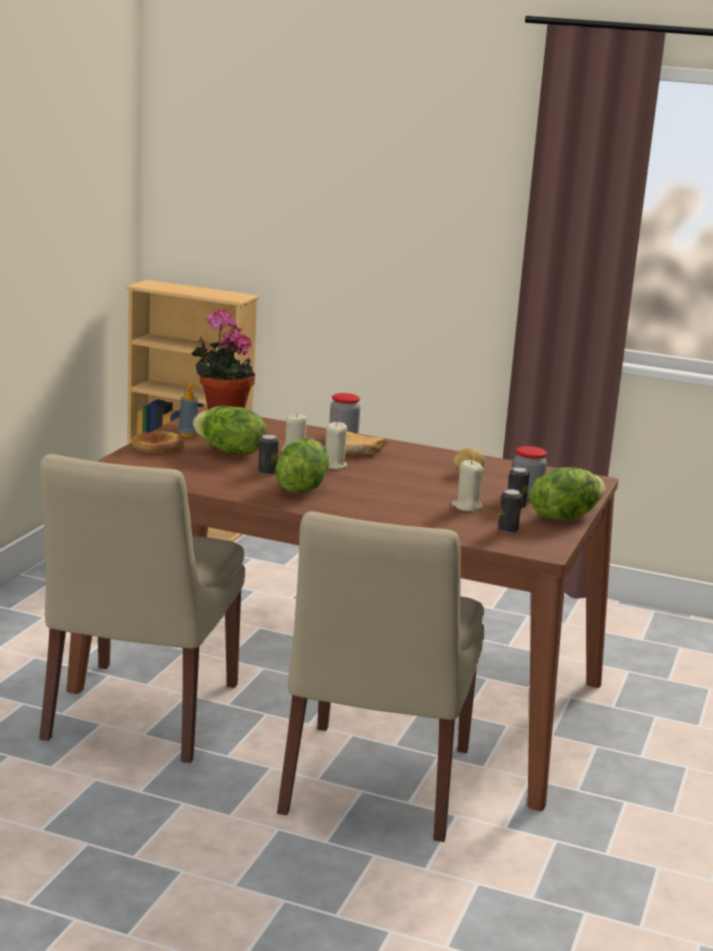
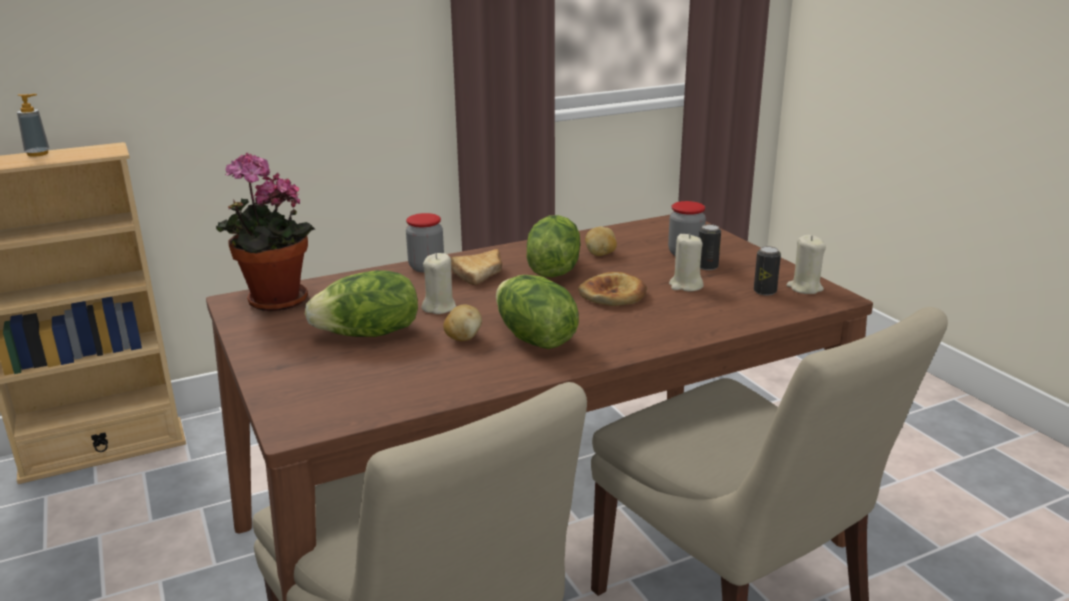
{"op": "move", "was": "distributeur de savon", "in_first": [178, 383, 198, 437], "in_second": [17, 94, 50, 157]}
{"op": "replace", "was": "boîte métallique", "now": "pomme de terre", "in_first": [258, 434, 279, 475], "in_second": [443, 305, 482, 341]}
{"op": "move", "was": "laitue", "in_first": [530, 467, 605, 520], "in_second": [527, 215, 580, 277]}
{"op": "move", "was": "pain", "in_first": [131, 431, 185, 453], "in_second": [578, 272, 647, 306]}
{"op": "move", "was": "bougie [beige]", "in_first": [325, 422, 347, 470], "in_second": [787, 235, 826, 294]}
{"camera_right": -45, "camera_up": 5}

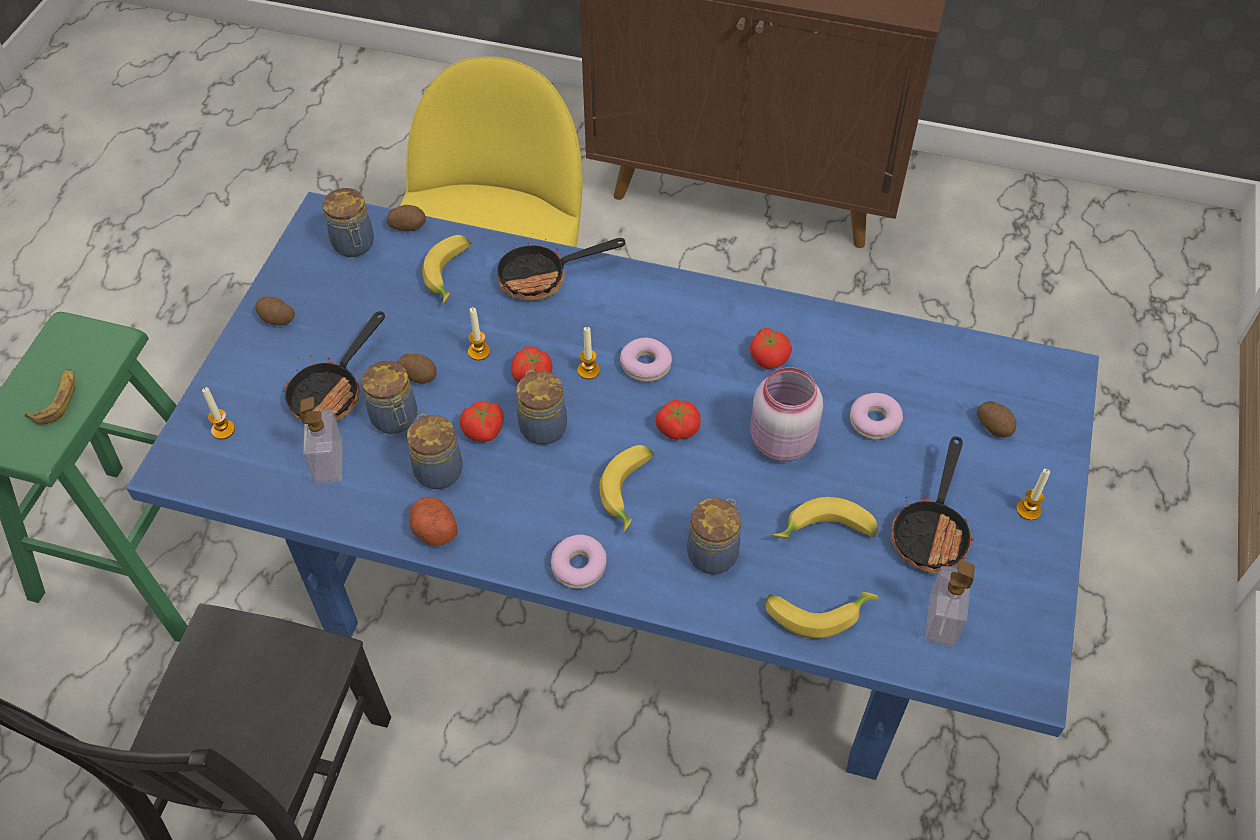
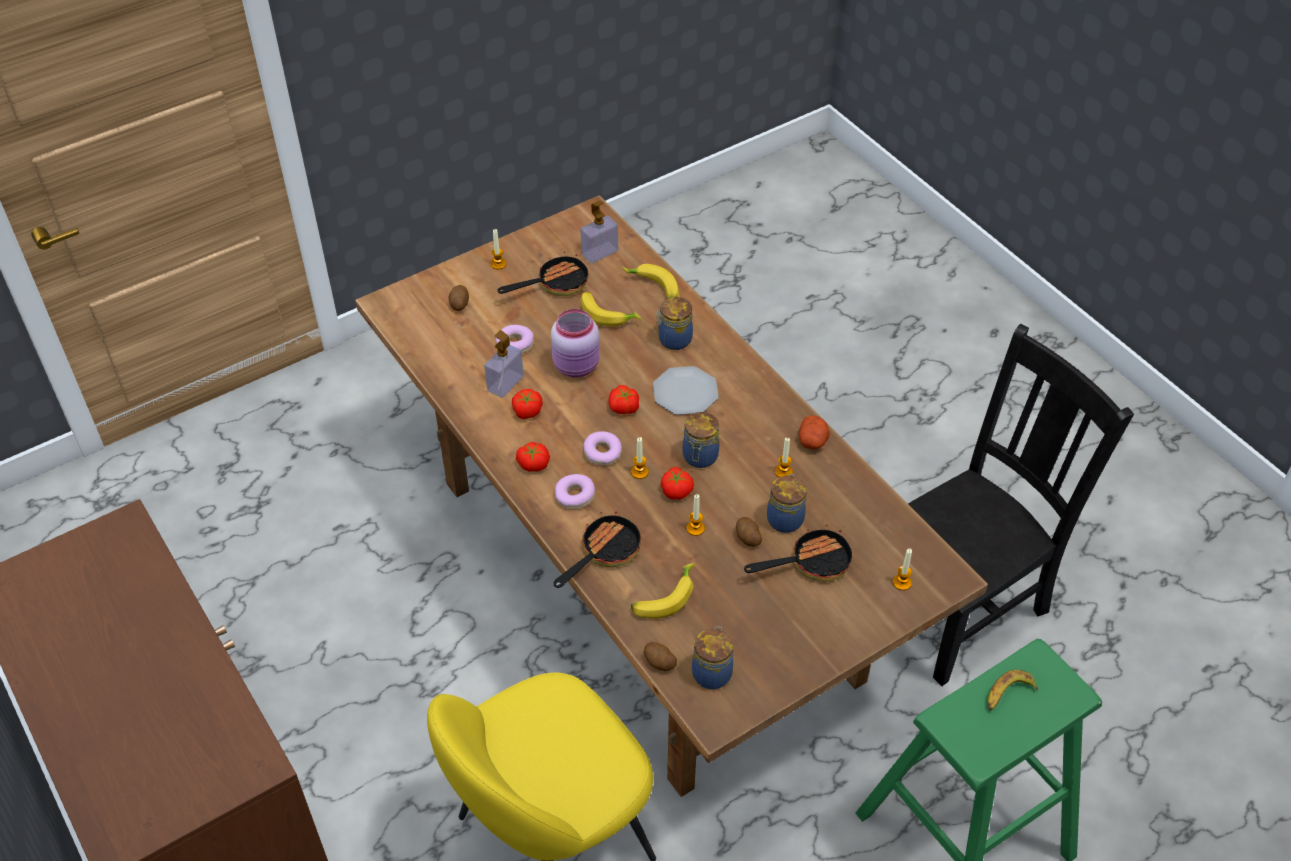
{"op": "recolor", "was": "table à manger [bleu]", "now": "table à manger [marron]", "in_first": [126, 192, 1099, 780], "in_second": [355, 195, 988, 797]}
{"op": "move", "was": "distributeur de savon", "in_first": [300, 397, 343, 484], "in_second": [484, 330, 524, 398]}
{"op": "move", "was": "tomate", "in_first": [459, 401, 504, 442], "in_second": [516, 442, 550, 472]}
{"op": "rotate", "was": "poêle", "in_first": [497, 238, 626, 301], "in_second": [554, 511, 642, 588], "clockwise": -75}
{"op": "move", "was": "beignet", "in_first": [551, 535, 607, 589], "in_second": [555, 474, 595, 509]}
{"op": "replace", "was": "banane", "now": "assiette", "in_first": [599, 445, 654, 533], "in_second": [653, 366, 719, 415]}
{"op": "replace", "was": "bocal", "now": "bougie", "in_first": [407, 414, 463, 489], "in_second": [775, 438, 793, 477]}
{"op": "delete", "was": "pomme de terre", "in_first": [255, 296, 295, 325]}
{"camera_right": -140, "camera_up": -5}

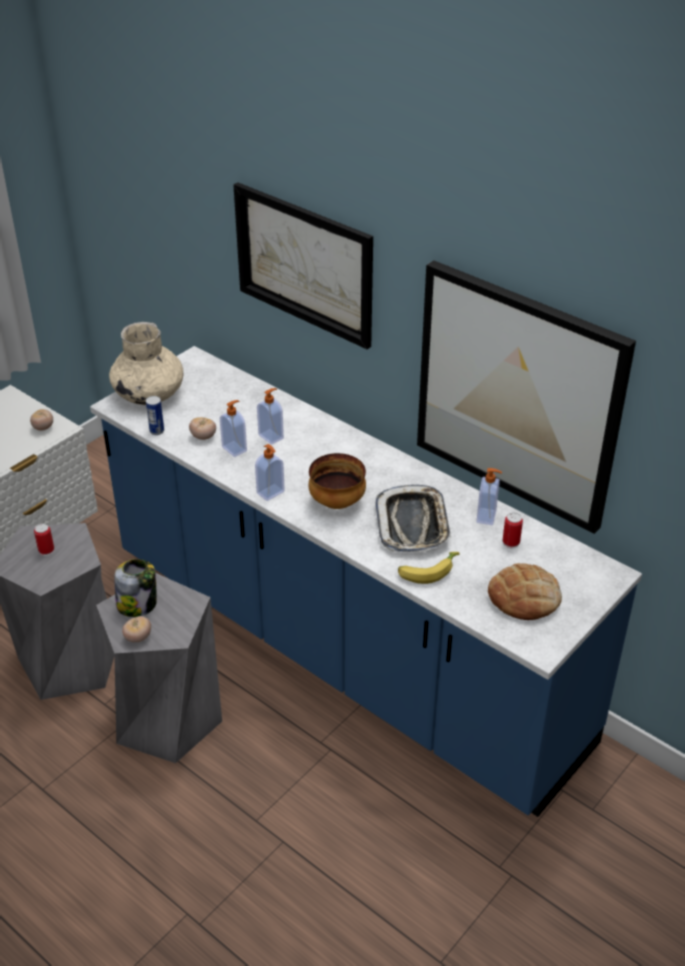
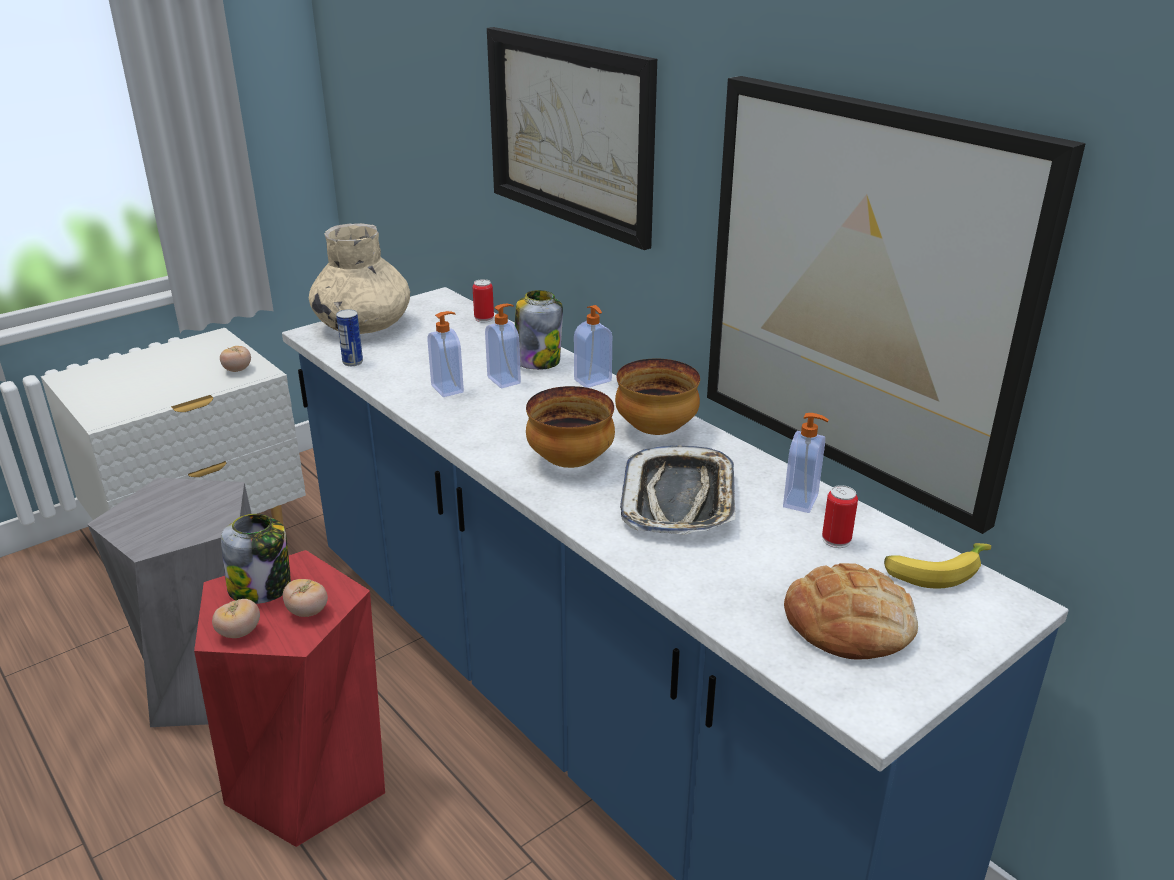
{"op": "recolor", "was": "tabouret [gris]", "now": "tabouret [rouge]", "in_first": [96, 573, 222, 763], "in_second": [194, 550, 385, 847]}
{"op": "move", "was": "tomate", "in_first": [189, 417, 216, 440], "in_second": [283, 579, 328, 617]}
{"op": "move", "was": "boîte métallique", "in_first": [34, 523, 54, 556], "in_second": [473, 279, 494, 322]}
{"op": "insert", "now": "bocal", "in_second": [515, 290, 563, 370]}
{"op": "move", "was": "distributeur de savon", "in_first": [255, 444, 285, 501], "in_second": [574, 305, 612, 388]}
{"op": "insert", "now": "bol", "in_second": [615, 359, 700, 435]}
{"op": "move", "was": "banane", "in_first": [398, 552, 460, 584], "in_second": [884, 543, 991, 588]}
{"camera_right": 10, "camera_up": -10}

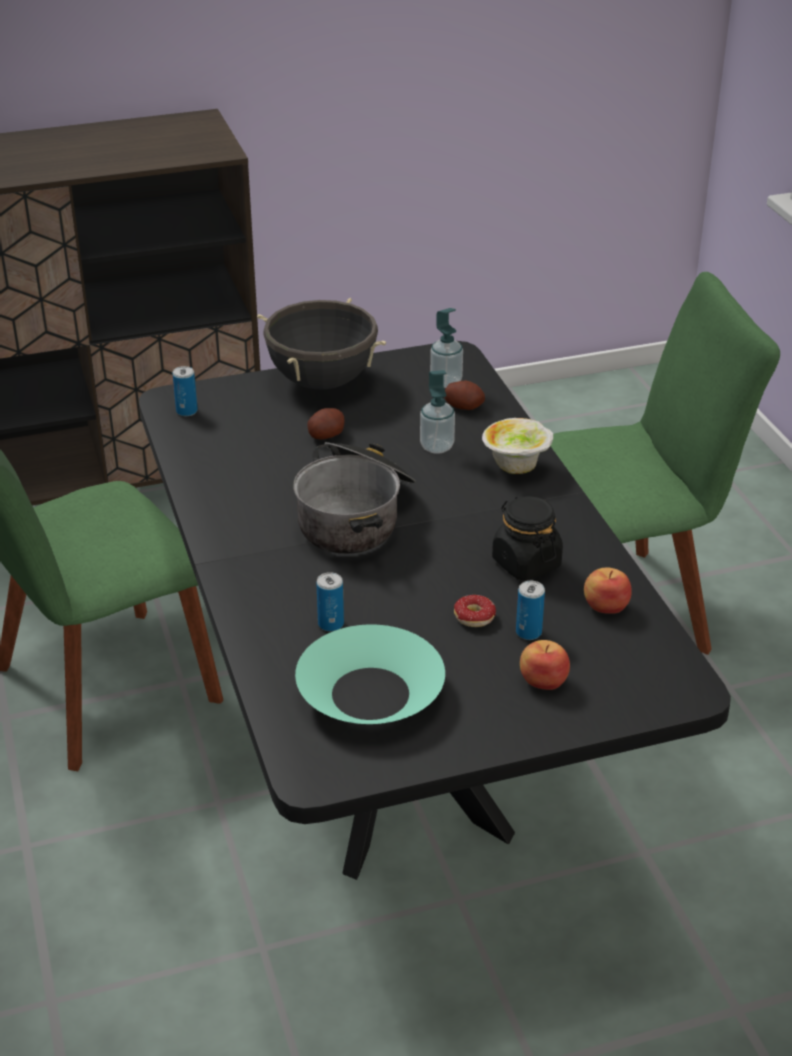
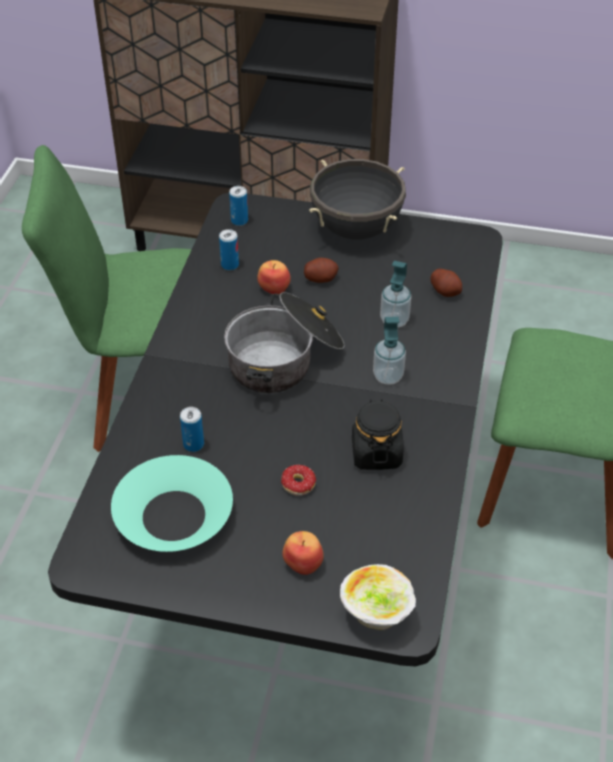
{"op": "move", "was": "boîte métallique", "in_first": [516, 581, 545, 640], "in_second": [219, 229, 239, 271]}
{"op": "move", "was": "pomme", "in_first": [584, 567, 632, 614], "in_second": [257, 260, 291, 294]}
{"op": "move", "was": "bol", "in_first": [482, 418, 553, 474], "in_second": [340, 564, 416, 630]}
{"op": "move", "was": "distributeur de savon", "in_first": [430, 308, 463, 388], "in_second": [373, 317, 406, 385]}
{"camera_right": 30, "camera_up": 10}

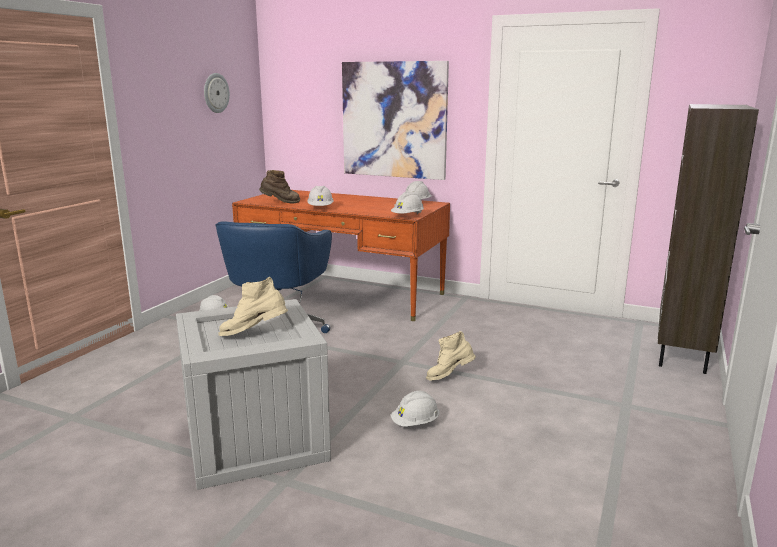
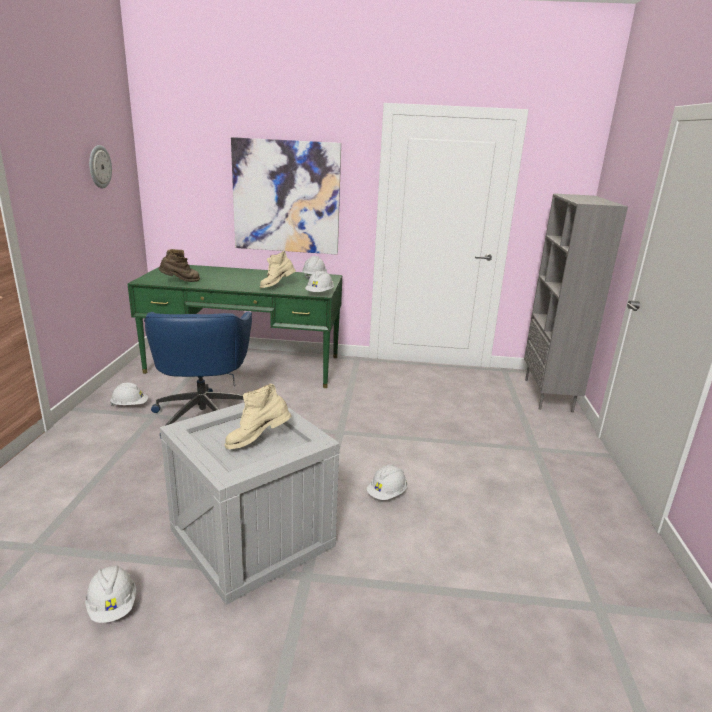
{"op": "move", "was": "casque de chantier [blanc]", "in_first": [307, 186, 334, 206], "in_second": [85, 565, 136, 623]}
{"op": "recolor", "was": "bureau [orange]", "now": "bureau [vert]", "in_first": [232, 190, 450, 321], "in_second": [128, 265, 342, 388]}
{"op": "move", "was": "botte [beige]", "in_first": [426, 331, 476, 381], "in_second": [260, 251, 296, 288]}
{"op": "recolor", "was": "bibliothèque [marron]", "now": "bibliothèque [gris]", "in_first": [658, 104, 759, 374], "in_second": [524, 193, 628, 412]}
{"camera_right": -20, "camera_up": 5}

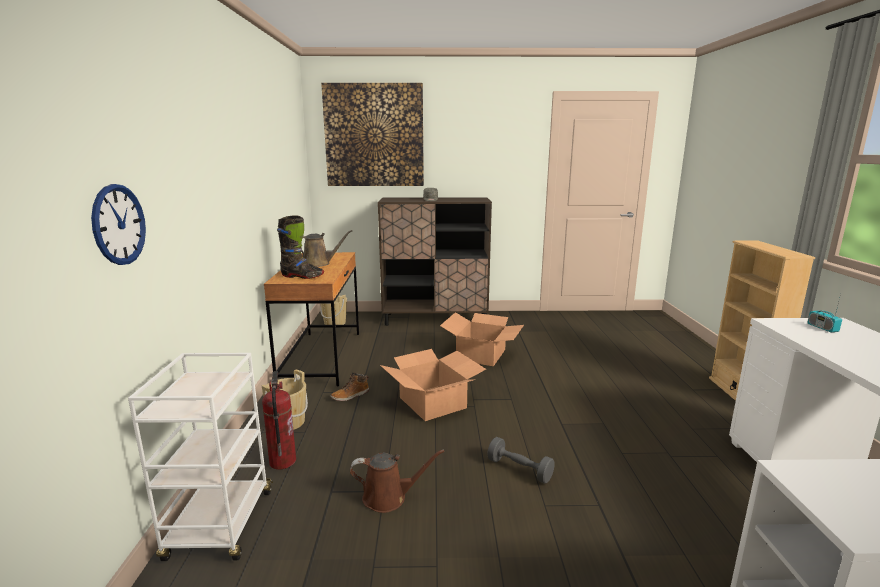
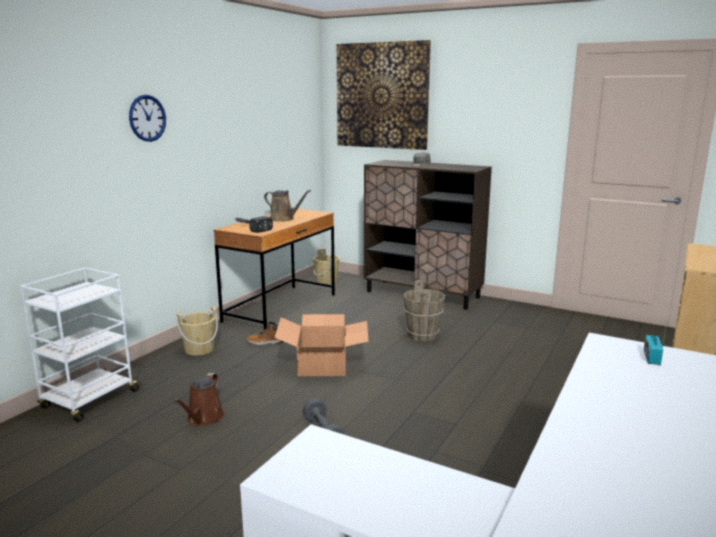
{"op": "move", "was": "horloge murale", "in_first": [91, 184, 146, 265], "in_second": [129, 95, 166, 142]}
{"op": "rotate", "was": "arrosoir [marron]", "in_first": [350, 450, 445, 513], "in_second": [174, 373, 224, 426], "clockwise": 75}
{"op": "replace", "was": "botte [noir]", "now": "marteau", "in_first": [277, 215, 324, 279], "in_second": [236, 216, 273, 233]}
{"op": "replace", "was": "carton", "now": "seau [marron]", "in_first": [440, 312, 524, 366], "in_second": [403, 280, 445, 342]}
{"op": "delete", "was": "extincteur", "in_first": [262, 371, 296, 470]}
{"camera_right": 30, "camera_up": 0}

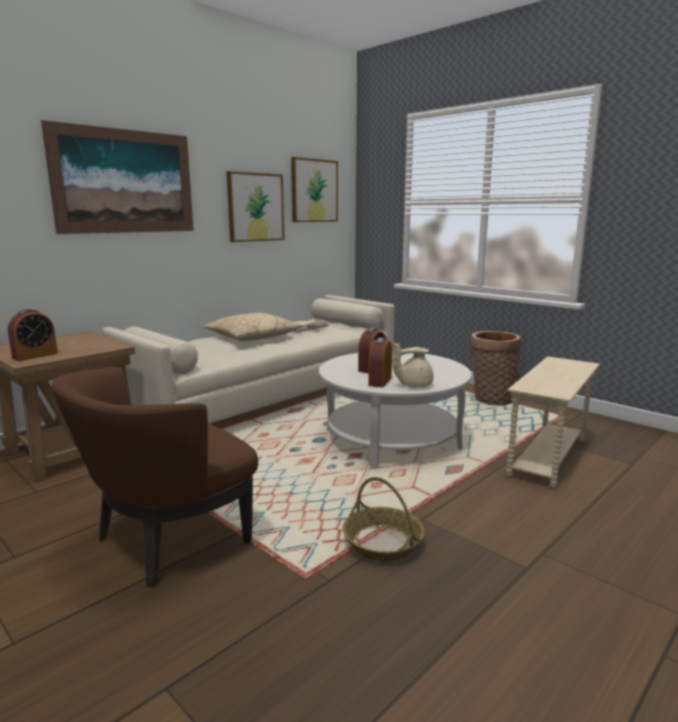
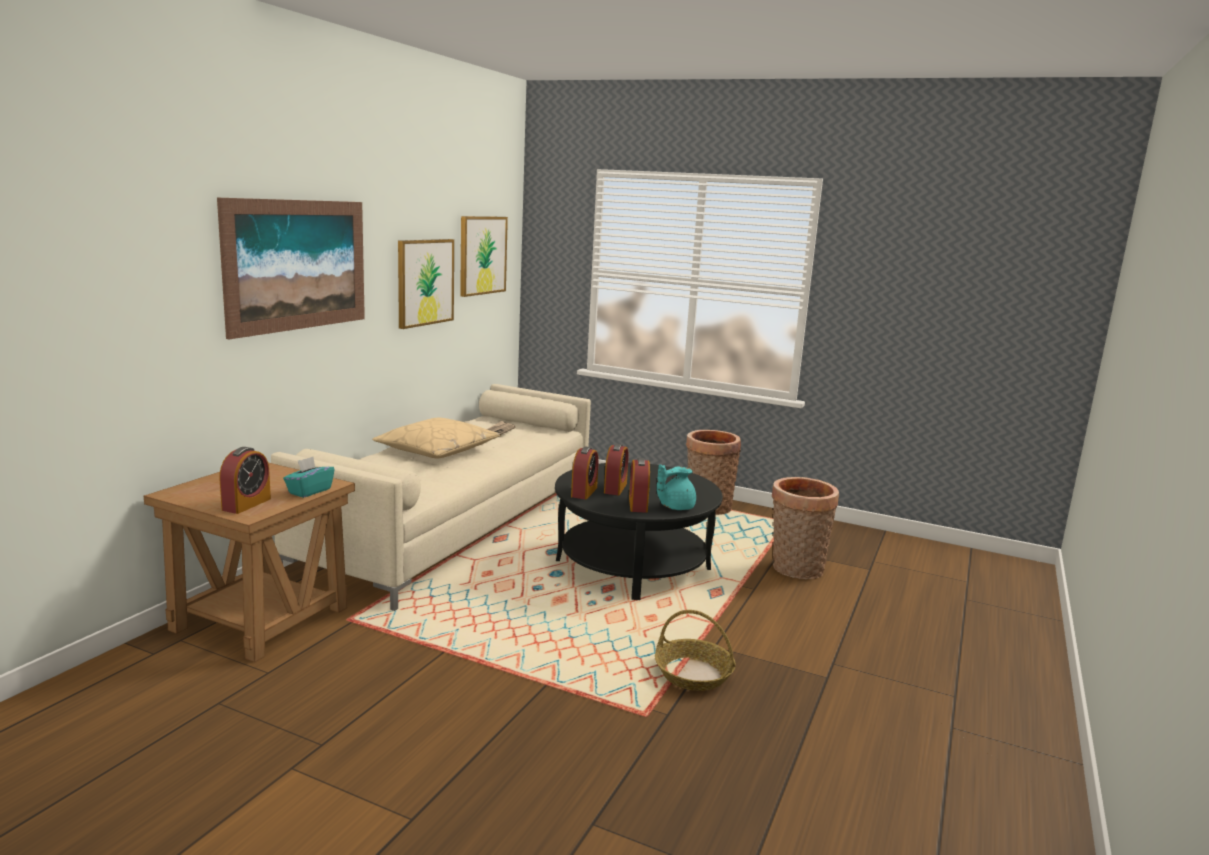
{"op": "insert", "now": "boîte à mouchoirs [turquoise]", "in_second": [283, 457, 335, 498]}
{"op": "recolor", "was": "table basse [blanc]", "now": "table basse [noir]", "in_first": [319, 351, 471, 469], "in_second": [555, 462, 723, 600]}
{"op": "insert", "now": "réveil", "in_second": [571, 446, 599, 499]}
{"op": "recolor", "was": "théière [beige]", "now": "théière [turquoise]", "in_first": [392, 342, 434, 387], "in_second": [657, 464, 696, 510]}
{"op": "replace", "was": "table d'appoint [beige]", "now": "panier", "in_first": [506, 356, 600, 489], "in_second": [772, 477, 839, 579]}
{"op": "delete", "was": "fauteuil [marron]", "in_first": [52, 367, 258, 588]}
{"camera_right": -20, "camera_up": 0}

